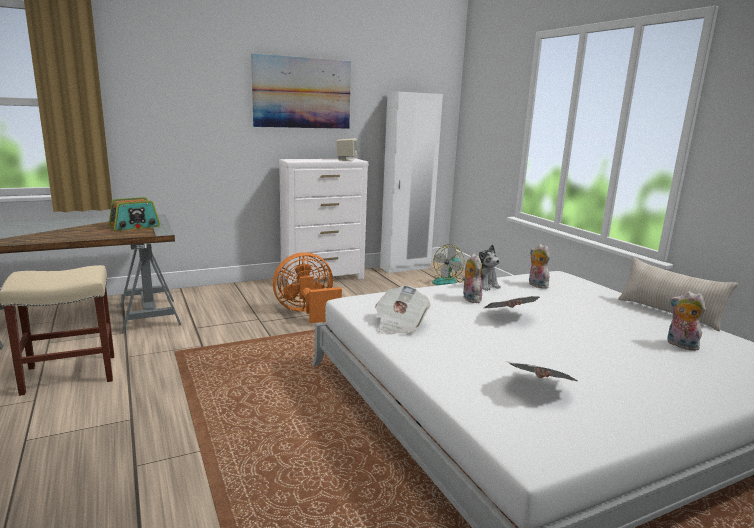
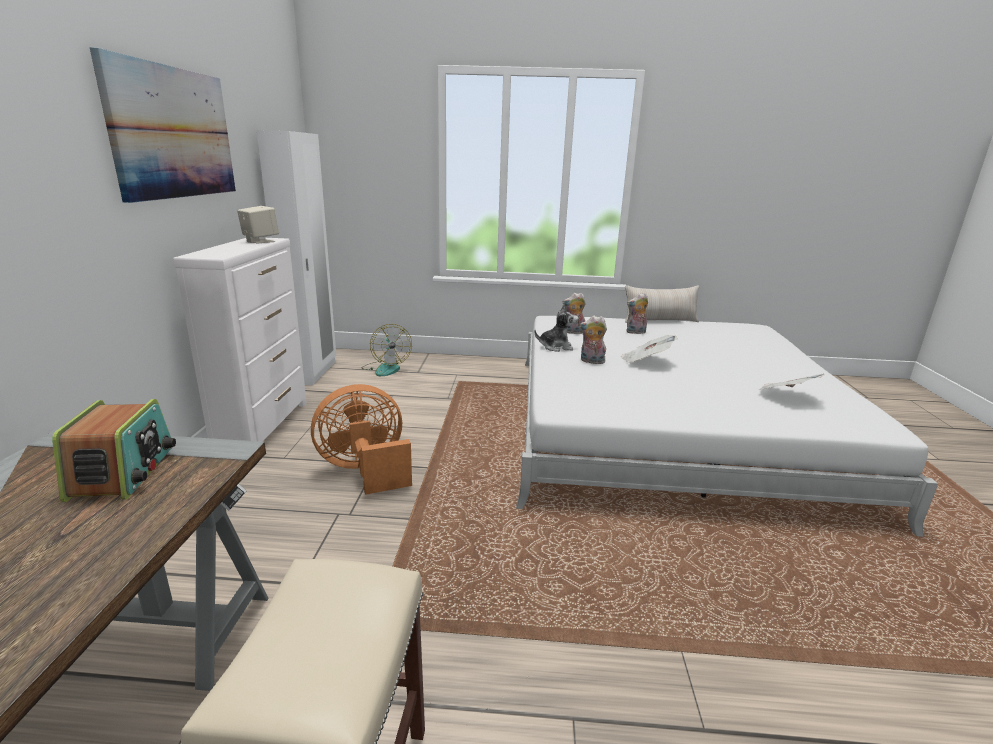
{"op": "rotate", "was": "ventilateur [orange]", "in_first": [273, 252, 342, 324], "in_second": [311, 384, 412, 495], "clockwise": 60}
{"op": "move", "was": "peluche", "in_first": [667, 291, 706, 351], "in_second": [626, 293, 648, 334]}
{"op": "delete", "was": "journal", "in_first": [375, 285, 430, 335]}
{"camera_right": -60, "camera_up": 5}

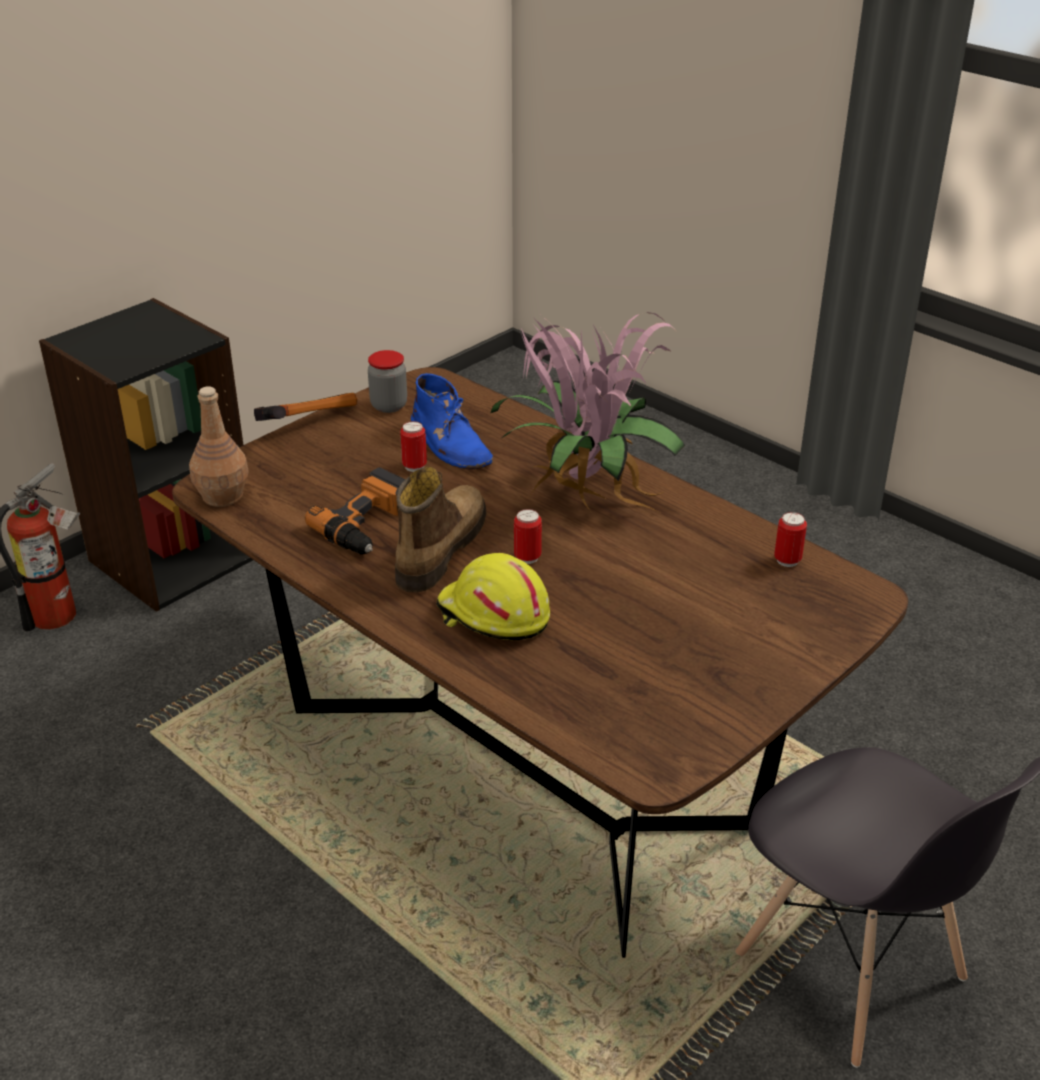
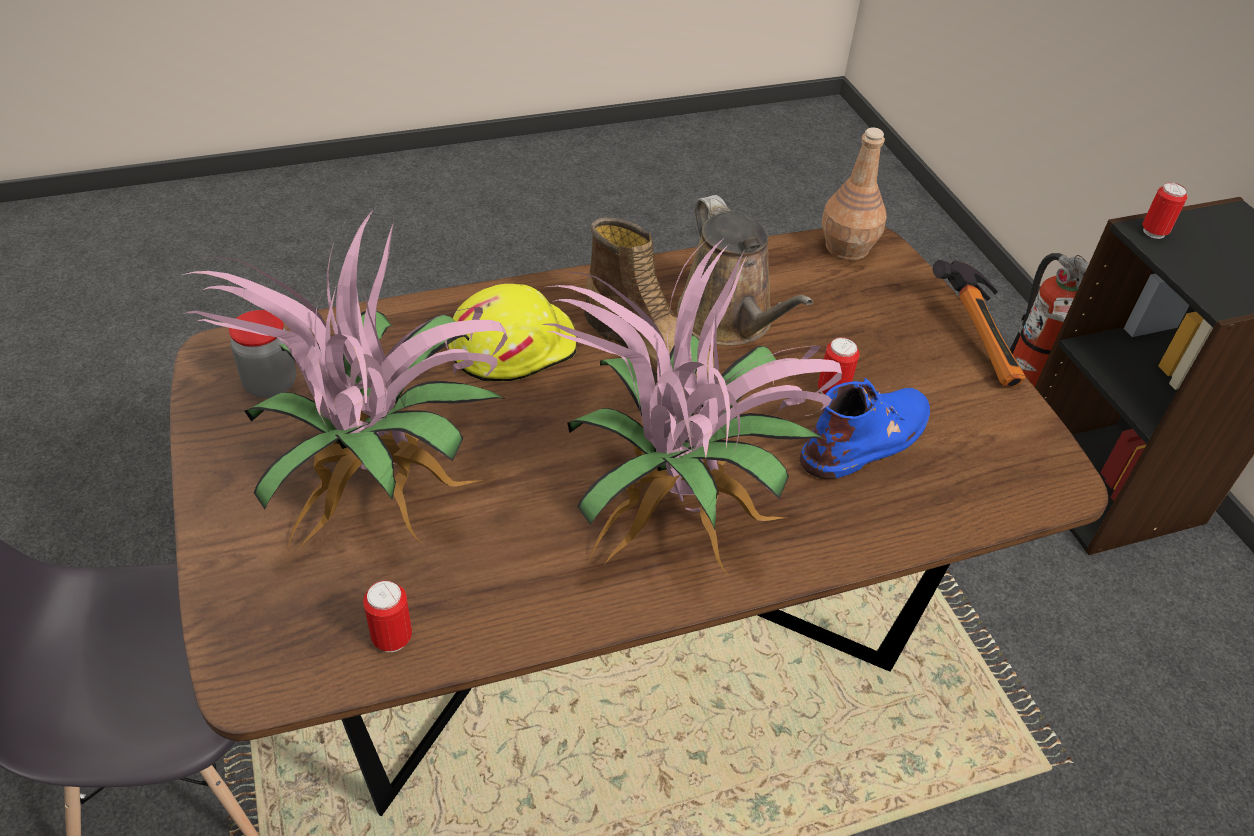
{"op": "insert", "now": "plante en pot", "in_second": [182, 206, 508, 551]}
{"op": "move", "was": "bocal", "in_first": [368, 350, 407, 413], "in_second": [229, 310, 296, 398]}
{"op": "replace", "was": "perceuse", "now": "arrosoir [marron]", "in_first": [305, 468, 405, 555], "in_second": [677, 195, 813, 346]}
{"op": "rotate", "was": "botte [bleu]", "in_first": [411, 373, 493, 469], "in_second": [799, 378, 930, 479], "clockwise": 150}
{"op": "move", "was": "boîte métallique", "in_first": [514, 509, 542, 564], "in_second": [1142, 182, 1187, 239]}
{"camera_right": 115, "camera_up": 10}

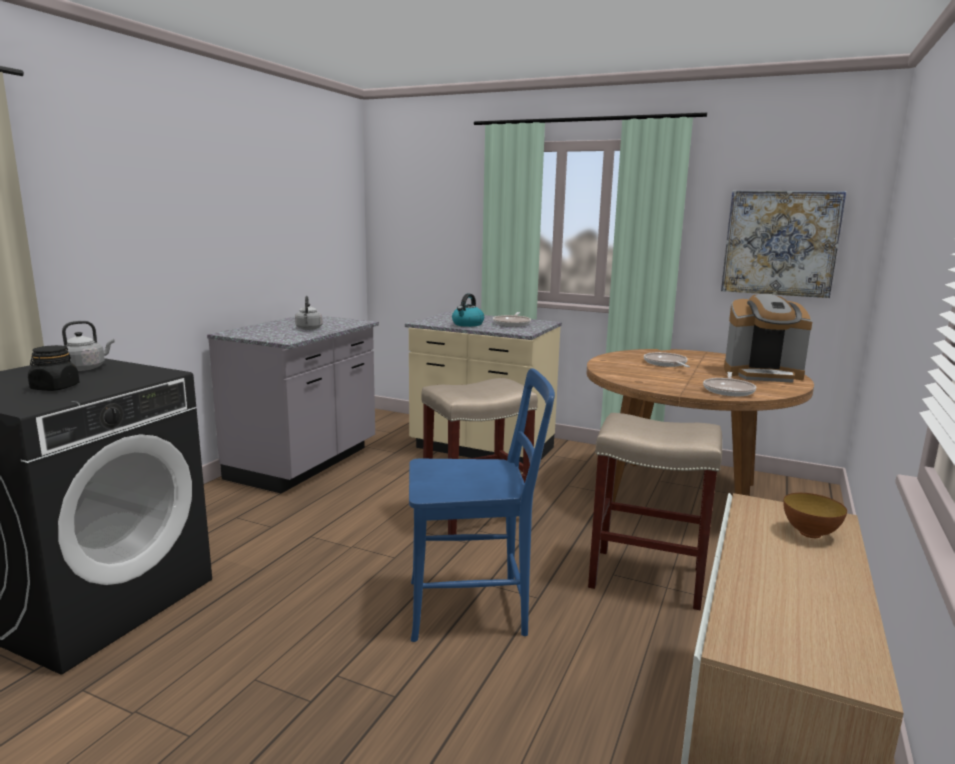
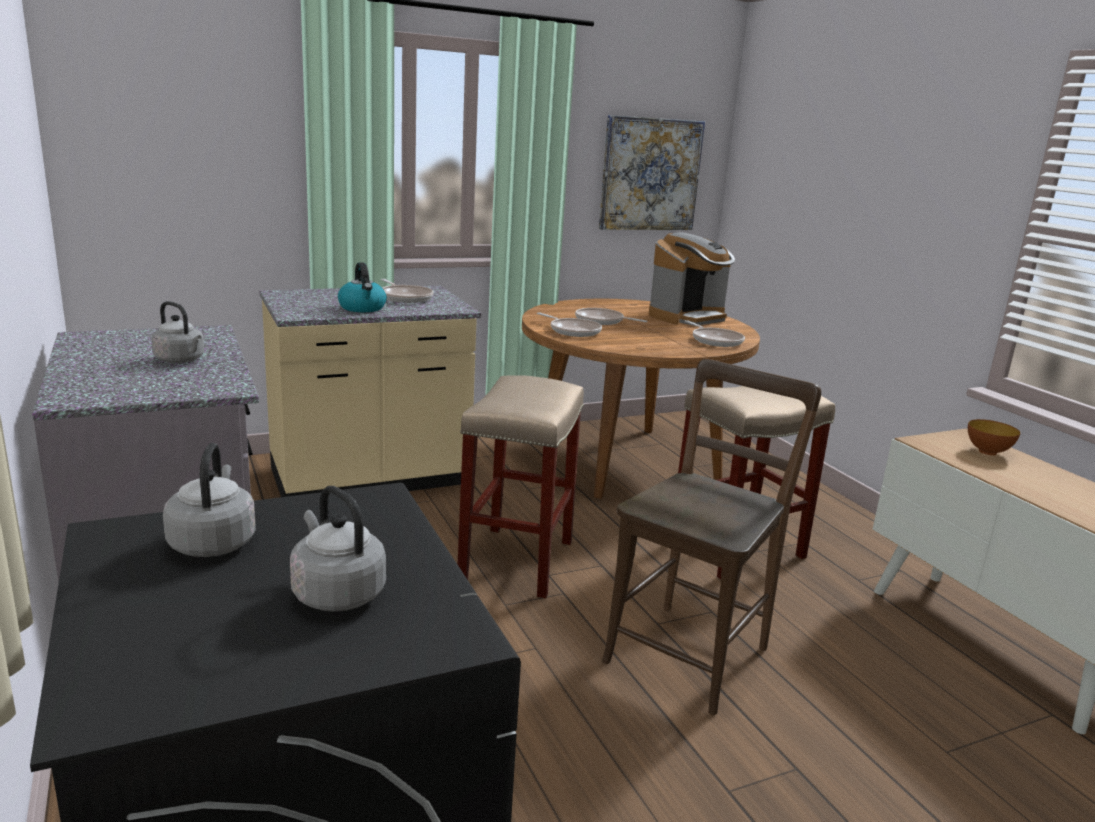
{"op": "replace", "was": "bocal [noir]", "now": "bouilloire [gris]", "in_first": [28, 345, 80, 391], "in_second": [290, 486, 386, 612]}
{"op": "insert", "now": "poêle", "in_second": [537, 312, 602, 337]}
{"op": "recolor", "was": "chaise [bleu]", "now": "chaise [marron]", "in_first": [409, 369, 555, 642], "in_second": [602, 359, 821, 715]}
{"camera_right": -50, "camera_up": 5}

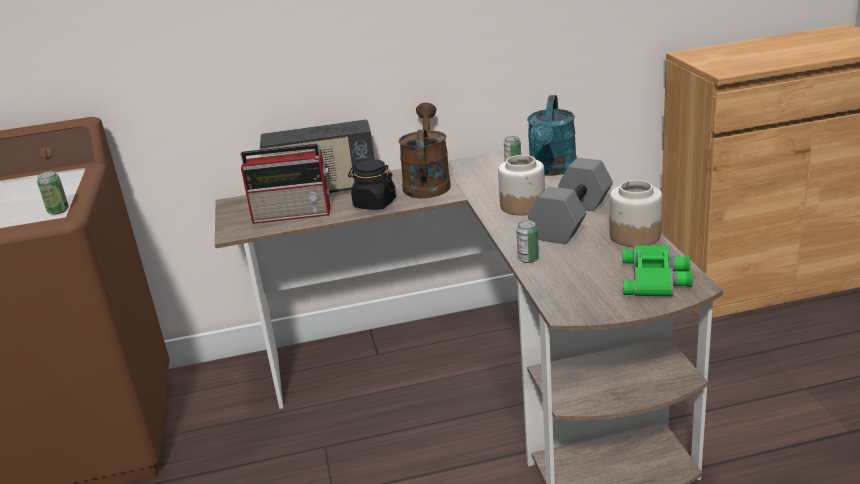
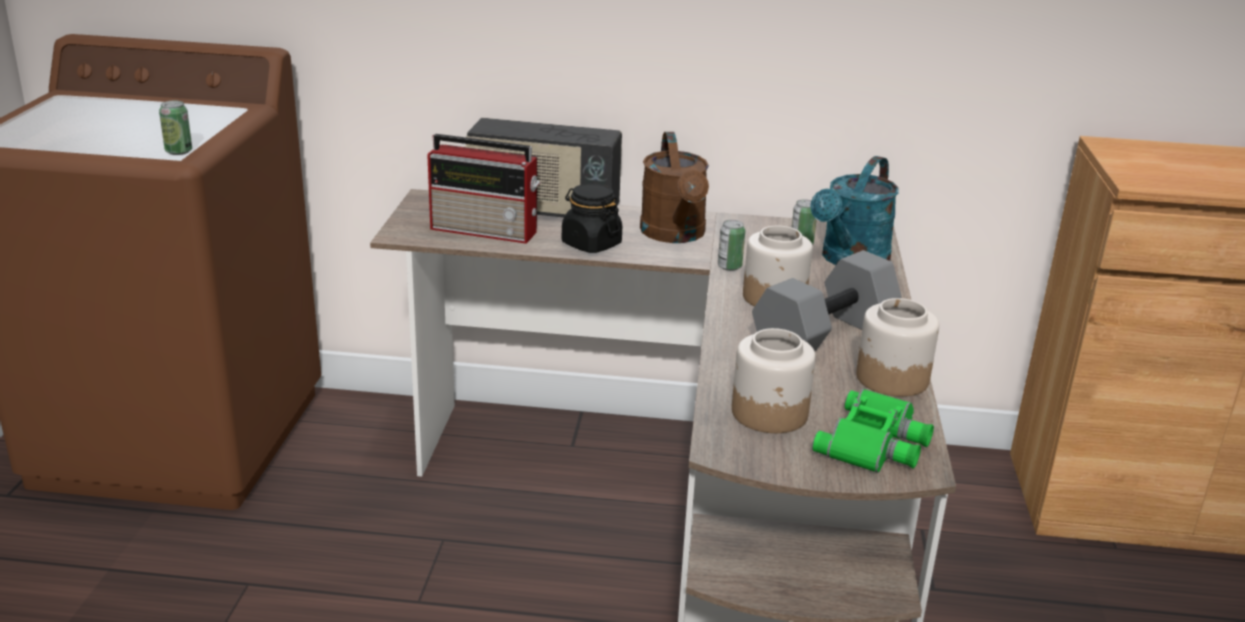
{"op": "rotate", "was": "arrosoir [marron]", "in_first": [398, 103, 451, 199], "in_second": [640, 132, 709, 243], "clockwise": 150}
{"op": "move", "was": "boîte métallique", "in_first": [516, 220, 539, 263], "in_second": [718, 220, 745, 271]}
{"op": "insert", "now": "bocal", "in_second": [732, 328, 816, 433]}
{"camera_right": 15, "camera_up": 0}

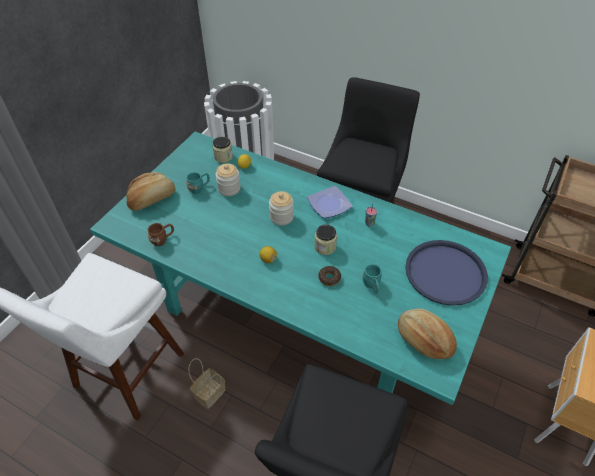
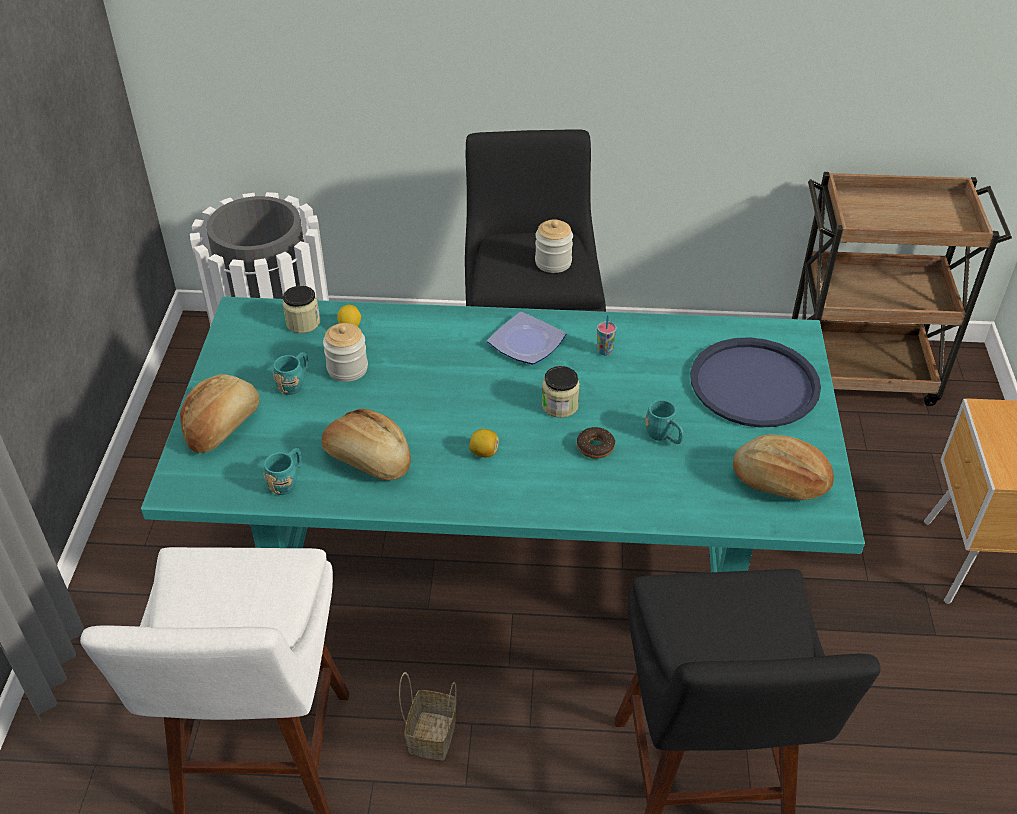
{"op": "recolor", "was": "mug [marron]", "now": "mug [turquoise]", "in_first": [148, 223, 174, 246], "in_second": [264, 448, 302, 495]}
{"op": "insert", "now": "pain", "in_second": [322, 409, 411, 481]}
{"op": "move", "was": "bocal", "in_first": [269, 191, 294, 226], "in_second": [535, 220, 573, 273]}
{"camera_right": -25, "camera_up": -5}

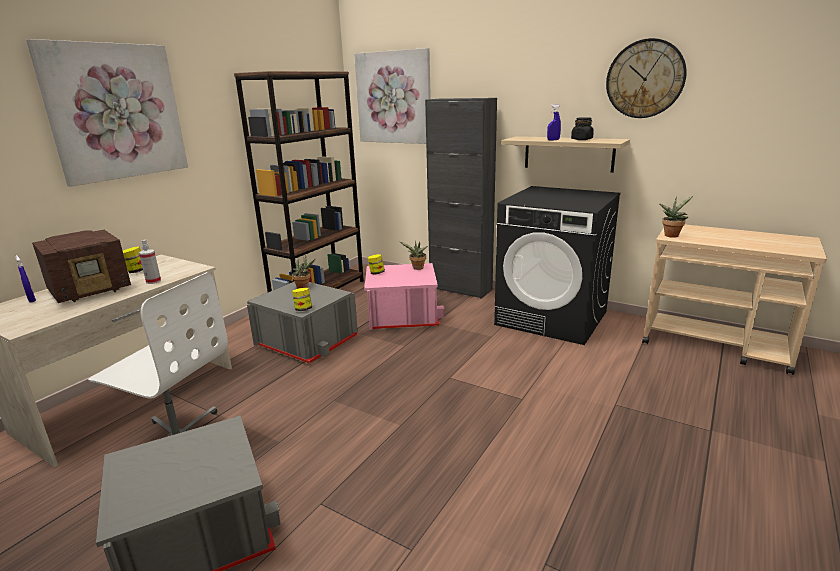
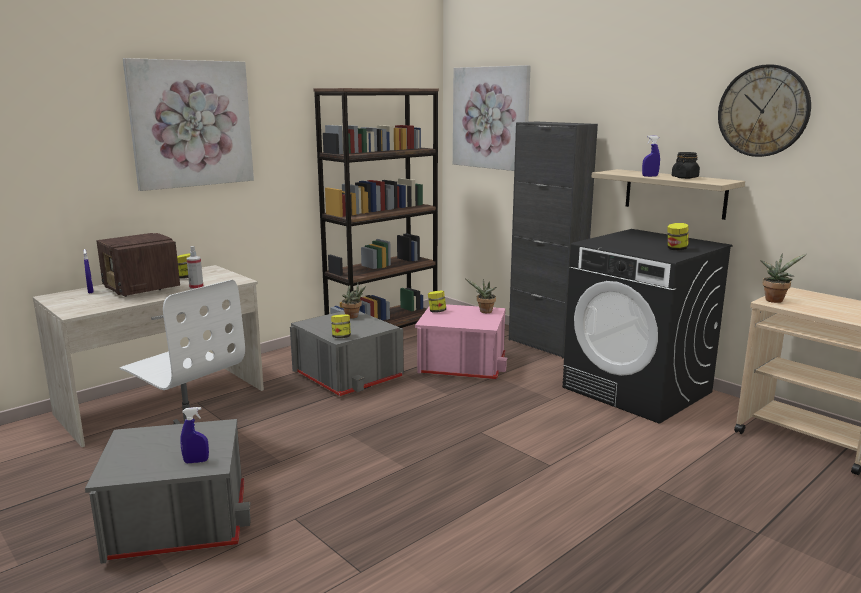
{"op": "rotate", "was": "radio", "in_first": [32, 230, 131, 303], "in_second": [96, 233, 180, 297], "clockwise": 75}
{"op": "insert", "now": "vaporisateur [bleu]", "in_second": [180, 407, 209, 463]}
{"op": "insert", "now": "bocal", "in_second": [668, 223, 689, 250]}
{"camera_right": 15, "camera_up": -5}

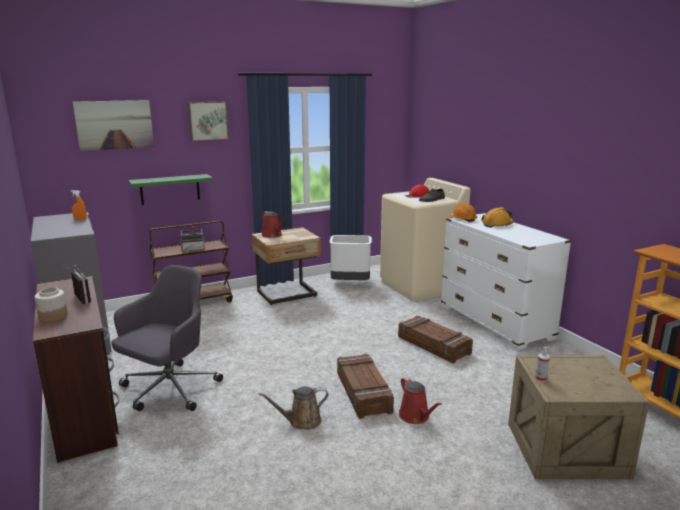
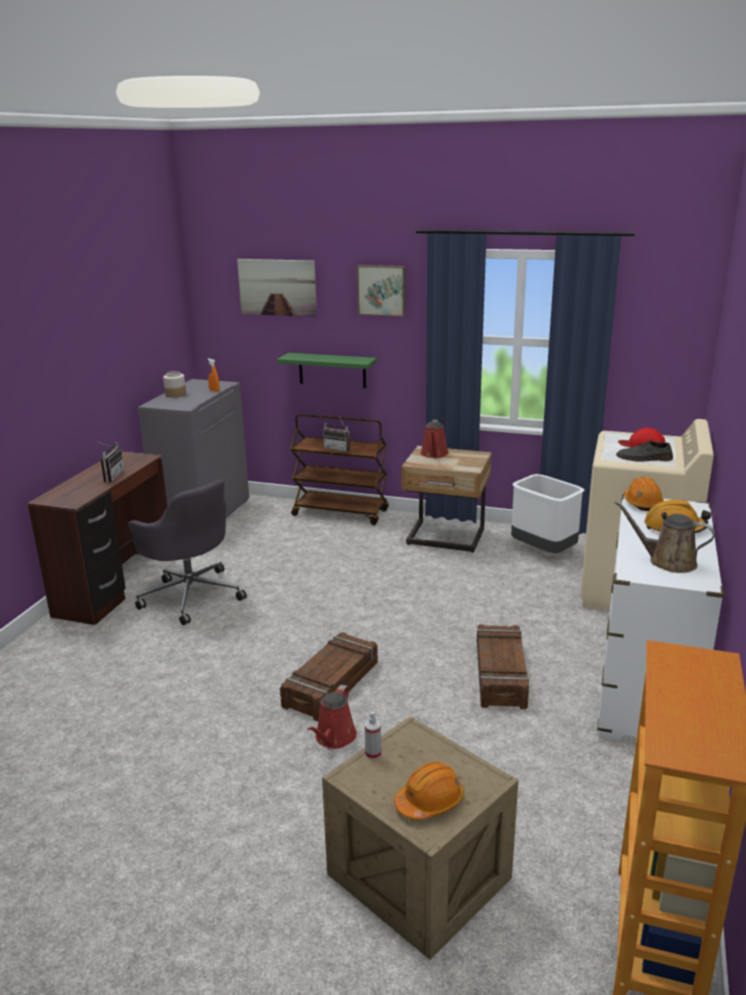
{"op": "rotate", "was": "chaise de bureau [gris]", "in_first": [111, 265, 223, 411], "in_second": [128, 480, 247, 625], "clockwise": 60}
{"op": "move", "was": "bocal", "in_first": [35, 287, 68, 322], "in_second": [163, 371, 186, 397]}
{"op": "insert", "now": "casque de chantier [orange]", "in_second": [394, 762, 464, 820]}
{"op": "move", "was": "arrosoir [marron]", "in_first": [259, 386, 328, 430], "in_second": [614, 500, 715, 573]}
{"camera_right": 45, "camera_up": 5}

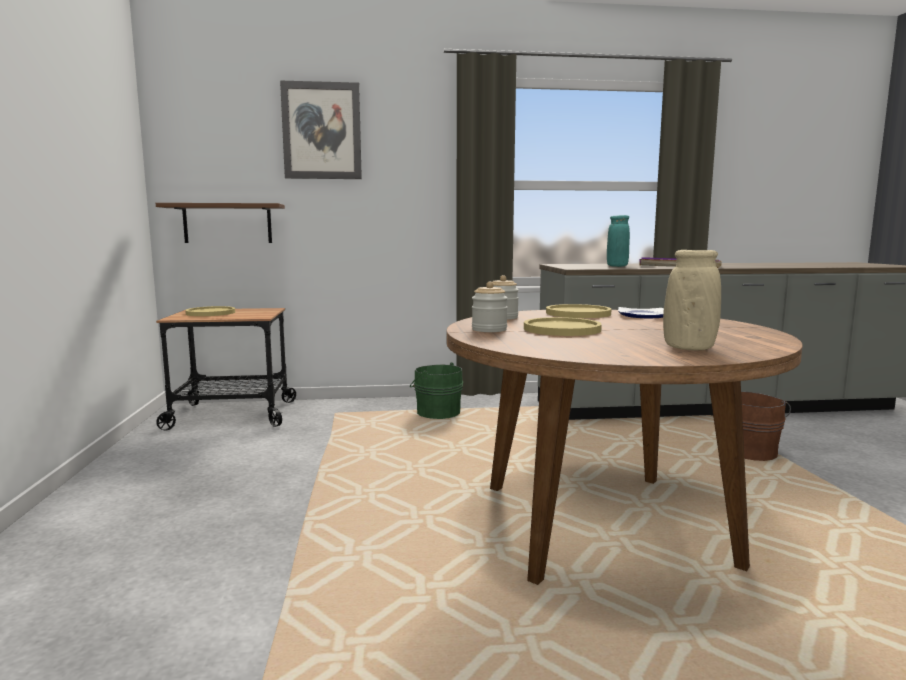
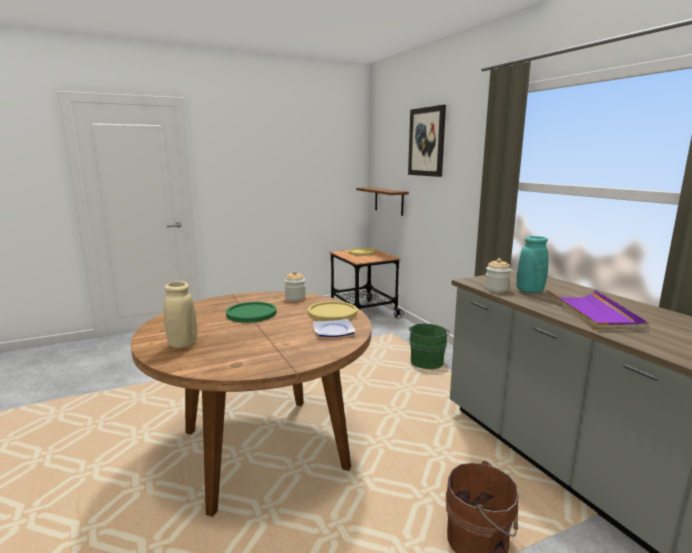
{"op": "recolor", "was": "assiette [jaune]", "now": "assiette [vert]", "in_first": [524, 317, 602, 336], "in_second": [226, 302, 277, 323]}
{"op": "move", "was": "bocal", "in_first": [472, 282, 508, 332], "in_second": [485, 258, 511, 292]}
{"camera_right": 70, "camera_up": 5}

